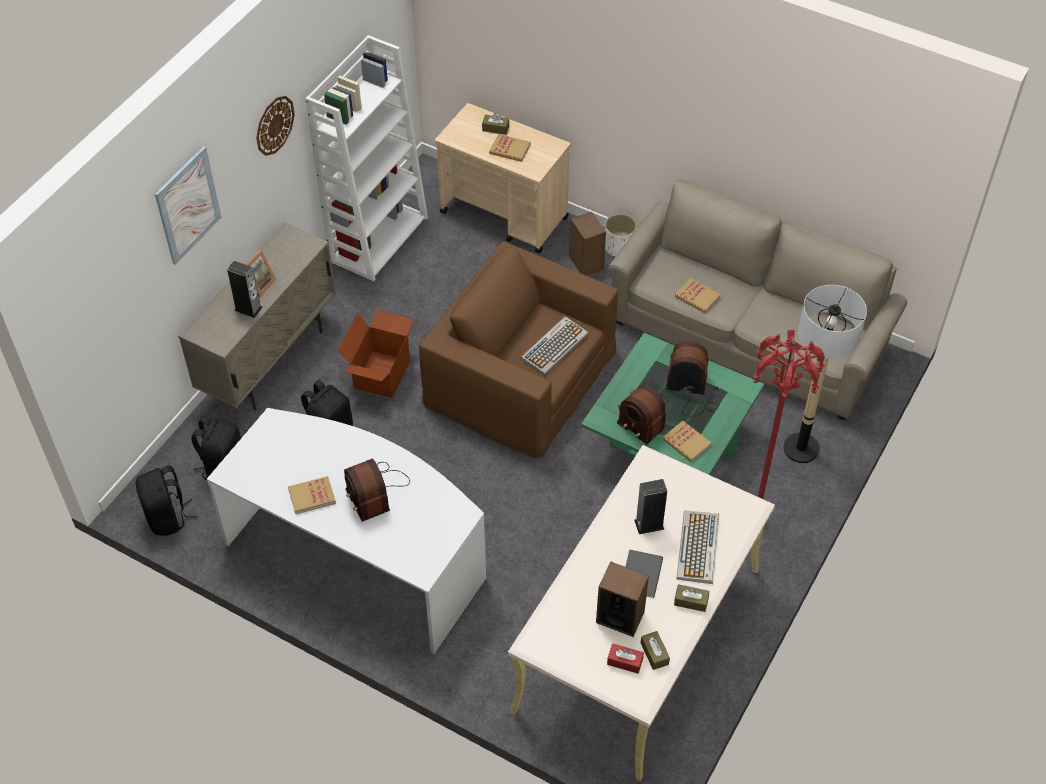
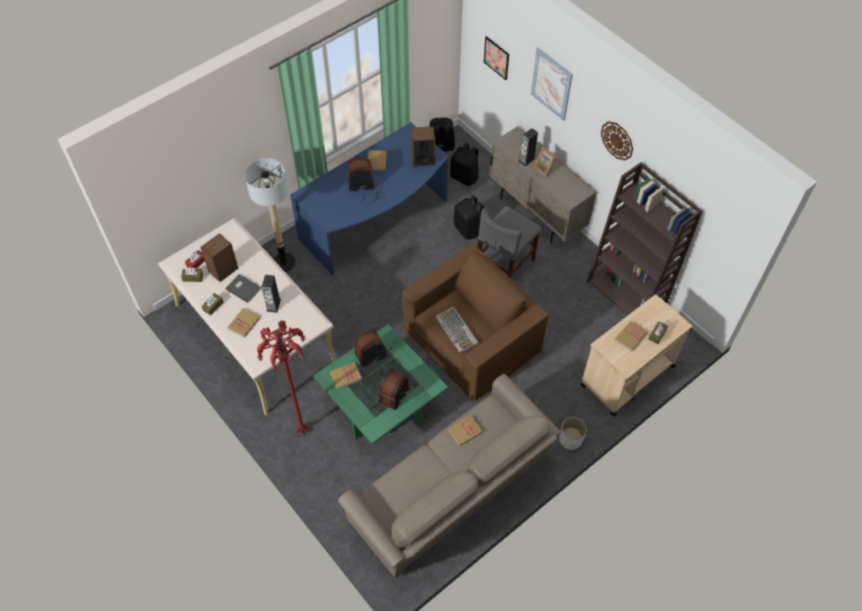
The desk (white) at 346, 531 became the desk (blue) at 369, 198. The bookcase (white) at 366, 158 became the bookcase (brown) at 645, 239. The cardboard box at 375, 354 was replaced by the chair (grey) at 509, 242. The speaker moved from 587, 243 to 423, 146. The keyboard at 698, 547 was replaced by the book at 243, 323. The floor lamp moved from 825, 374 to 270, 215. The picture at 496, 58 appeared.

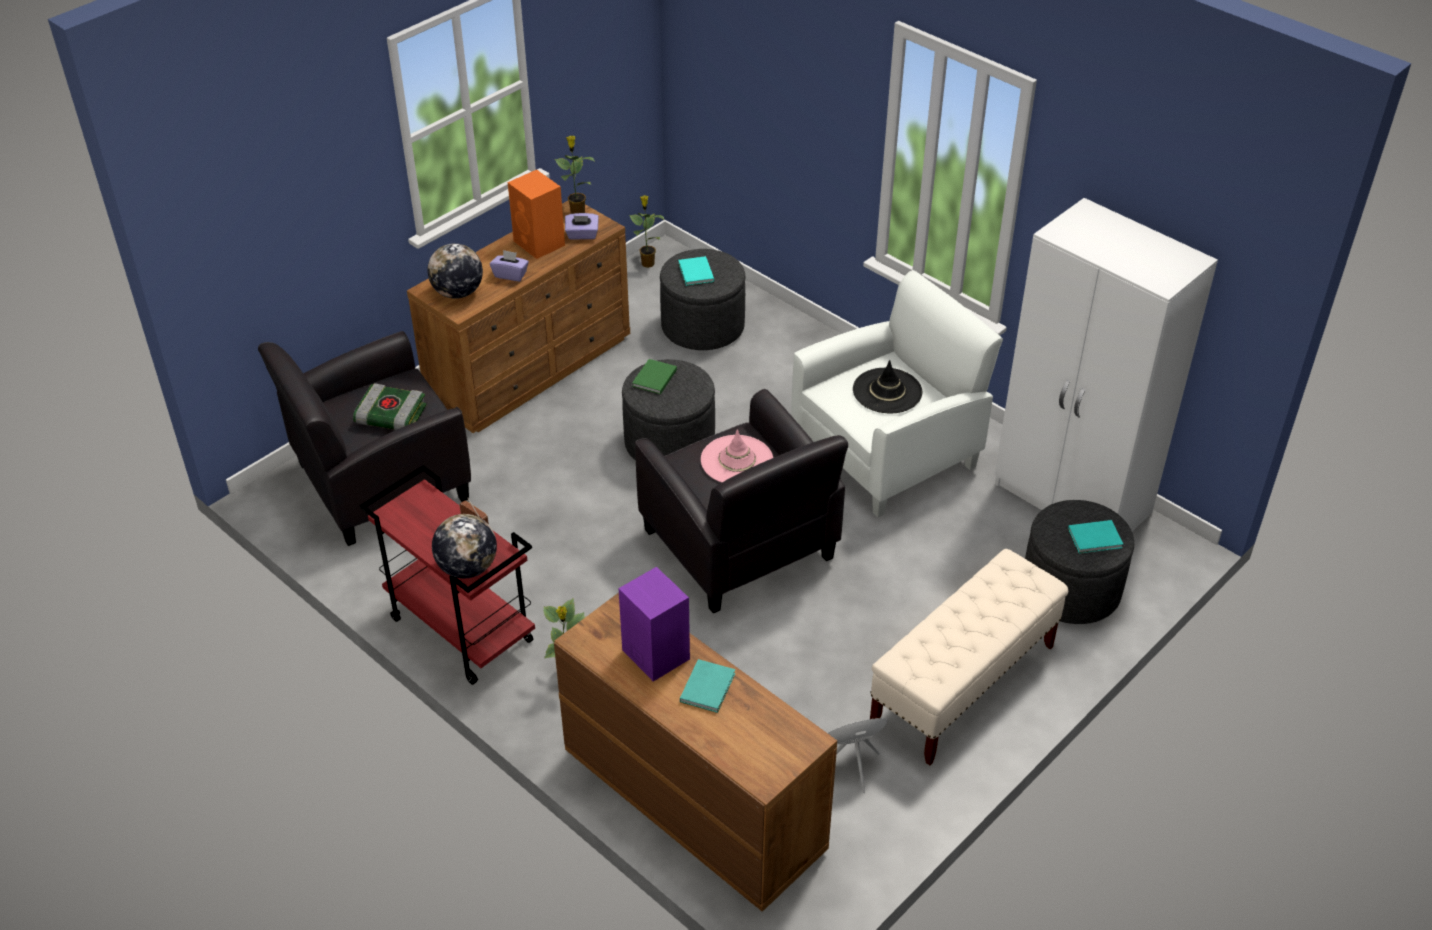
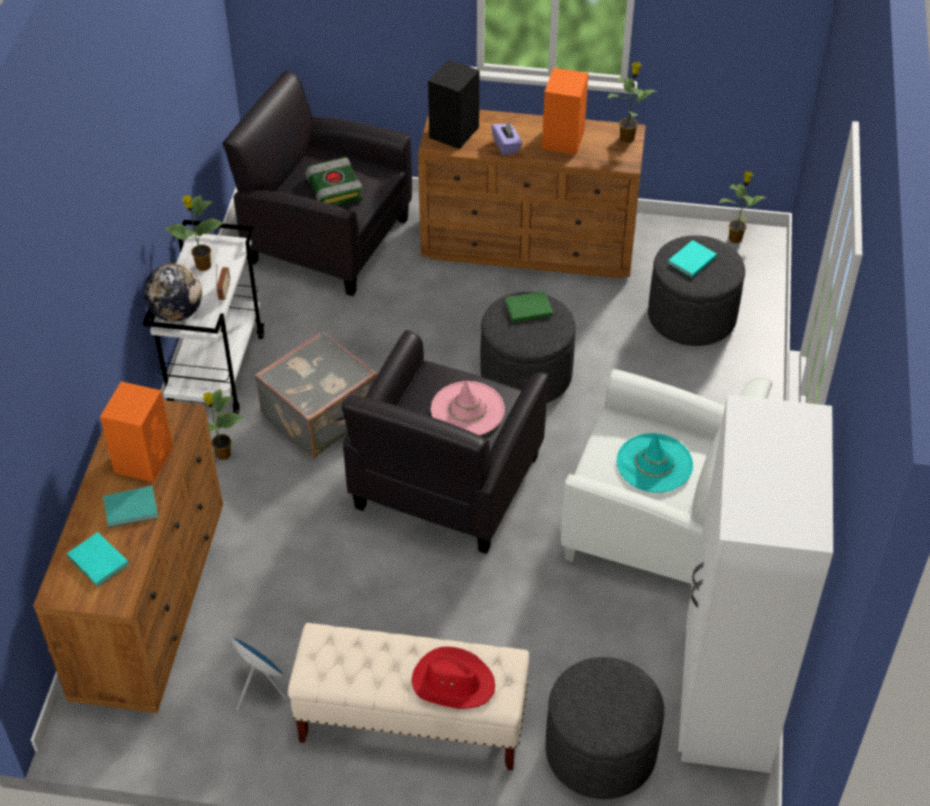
The cart (red) at 447, 575 became the cart (white) at 203, 317. The globe at 455, 271 was replaced by the speaker (black) at 453, 104. The tissue box (purple) at 582, 226 disappeared. The speaker (purple) at 654, 624 became the speaker (orange) at 136, 431. The hat (black) at 887, 386 became the hat (turquoise) at 655, 463. The book (turquoise) moved from 1095, 536 to 98, 559. The potted plant at 193, 233 appeared. The suitcase (grey) at 315, 394 appeared. The hat (red) at 453, 678 appeared.

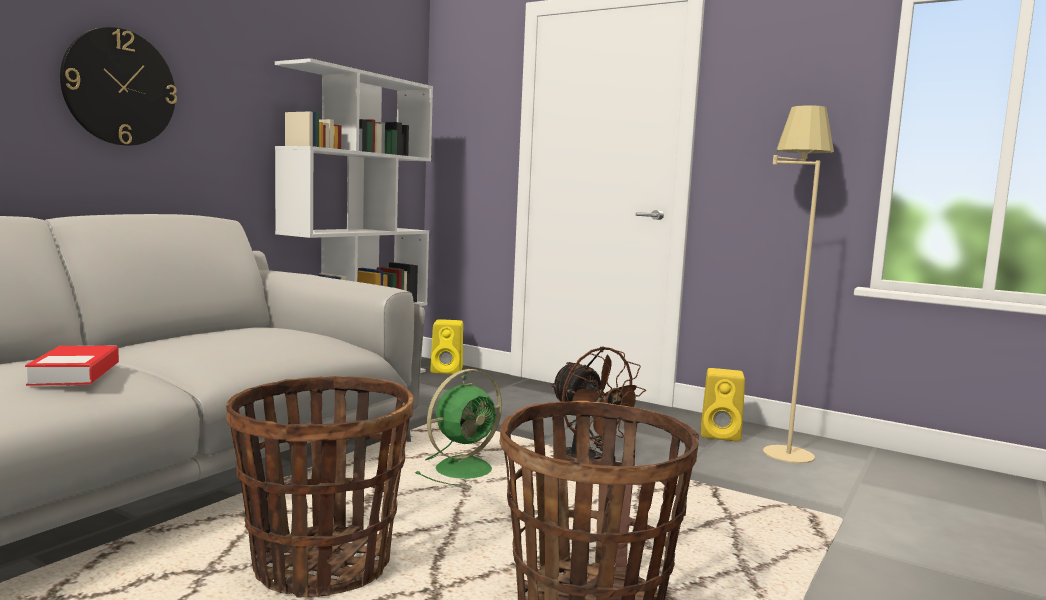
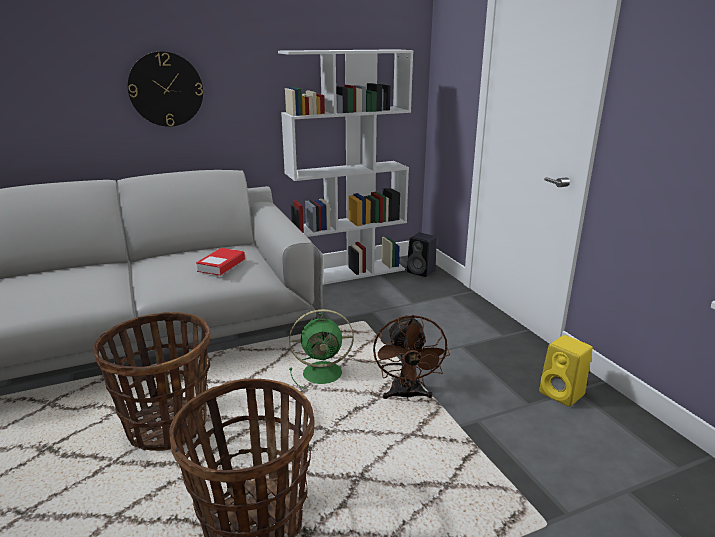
The book moved from 72, 366 to 220, 262. The speaker (yellow) at 446, 346 became the speaker (black) at 422, 255. The floor lamp (beige) at 798, 284 disappeared.

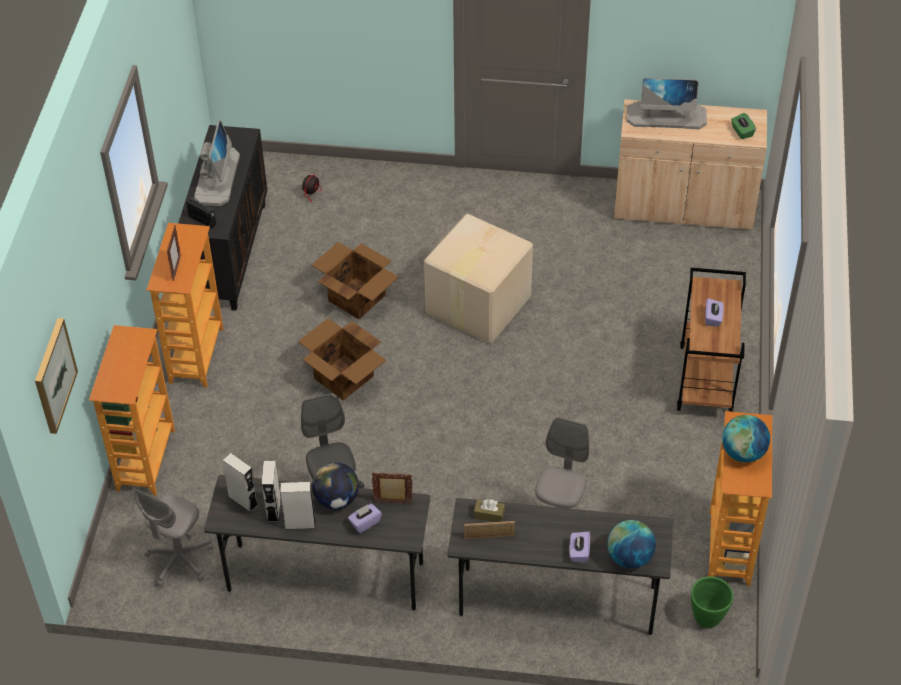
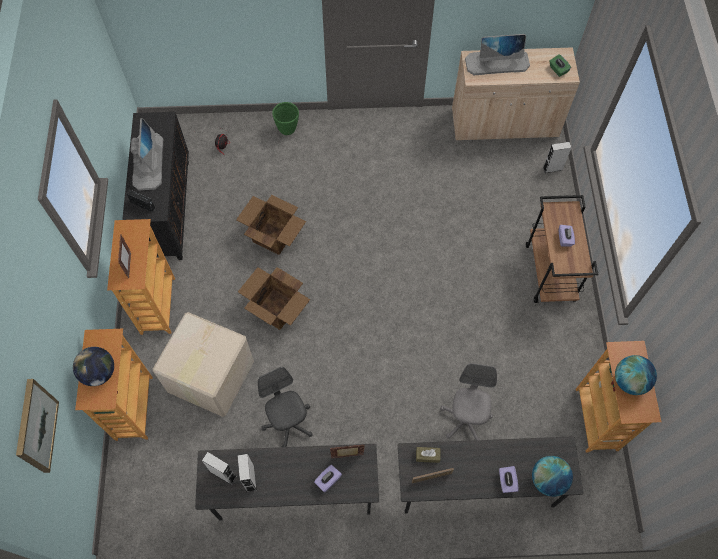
The office chair (grey) at 172, 537 disappeared. The speaker (grey) moved from 298, 506 to 557, 157. The globe moved from 335, 485 to 93, 366. The cardboard box moved from 478, 278 to 203, 364. The planter (green) moved from 712, 602 to 285, 118.

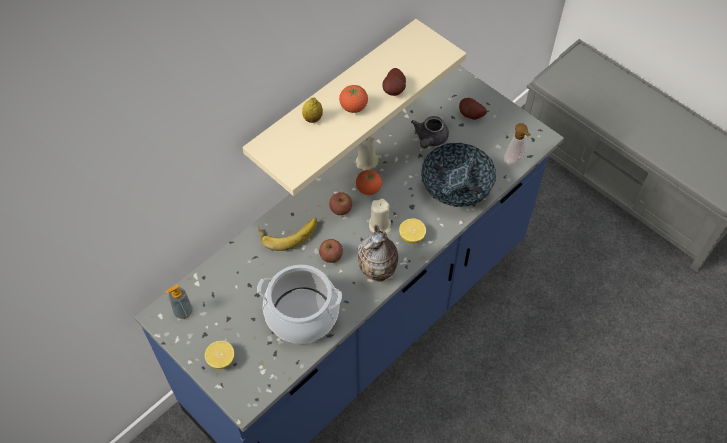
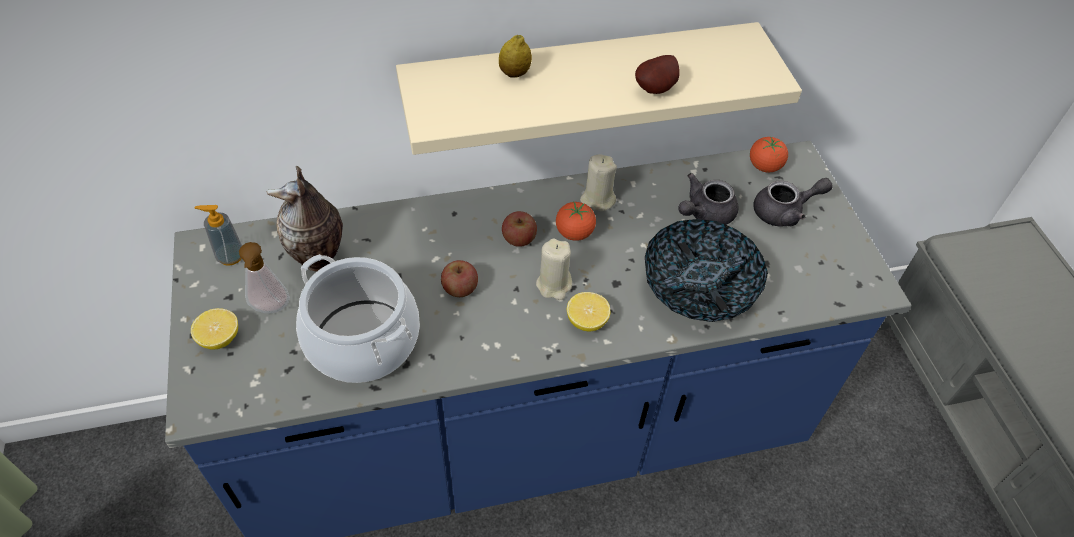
The banana at 287, 234 disappeared. The tomato moved from 353, 99 to 769, 155. The vase moved from 377, 253 to 305, 218. The potato at 473, 109 was replaced by the teapot (grey) at 793, 202. The soap dispenser moved from 517, 144 to 264, 277.

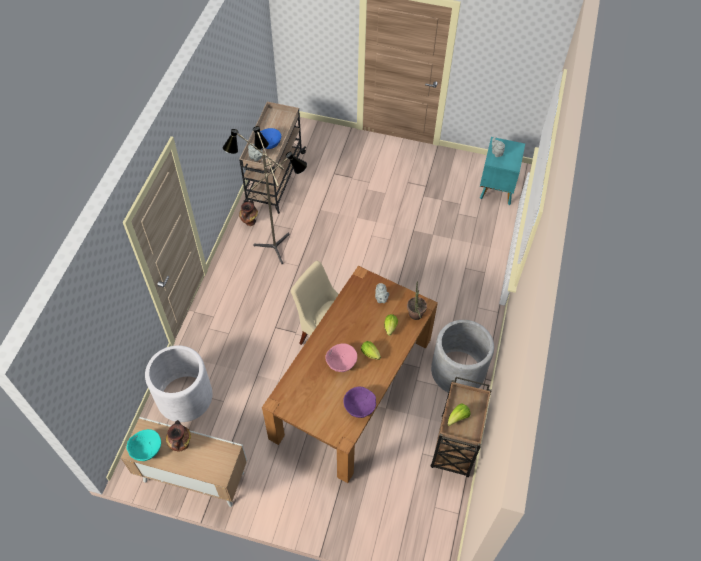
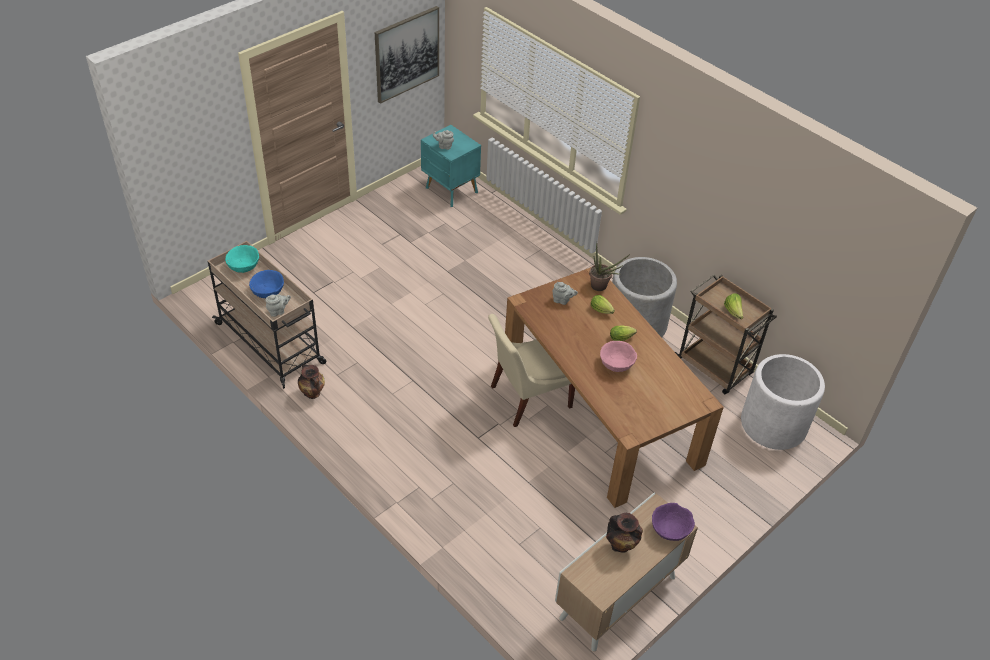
The bowl (turquoise) moved from 144, 445 to 242, 259. The planter (white) moved from 179, 383 to 783, 402. The floor lamp at 265, 195 disappeared. The bowl (purple) moved from 359, 402 to 673, 522. The picture at 407, 55 appeared.

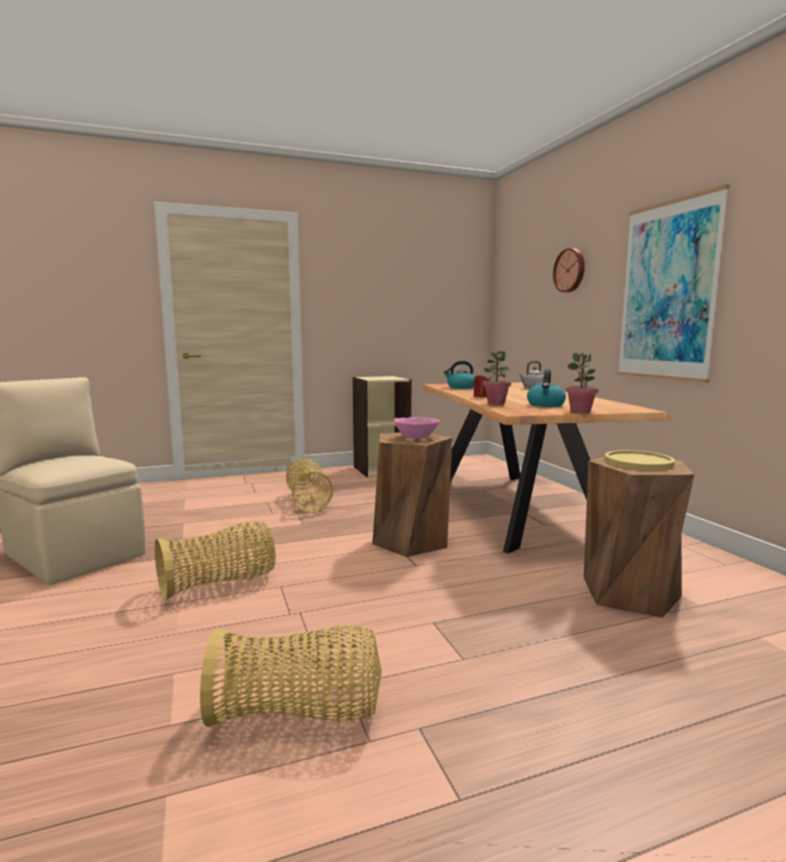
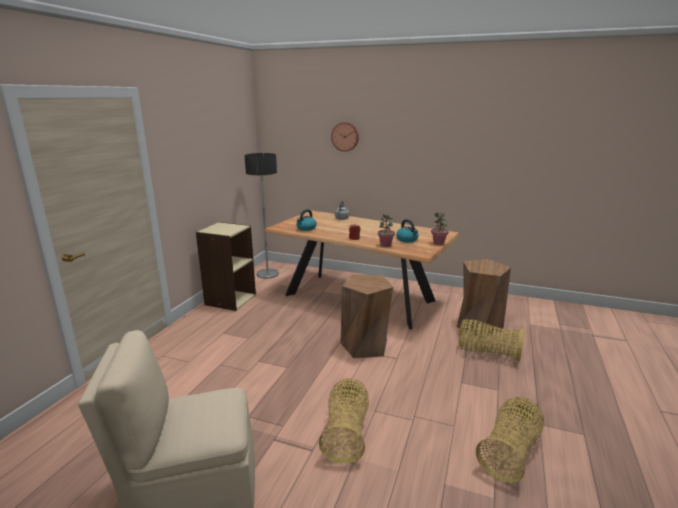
The basket moved from 309, 485 to 491, 340. The bowl (pink) at 416, 428 disappeared. The plate (yellow) at 640, 460 disappeared. The picture at 673, 283 disappeared. The floor lamp at 262, 216 appeared.

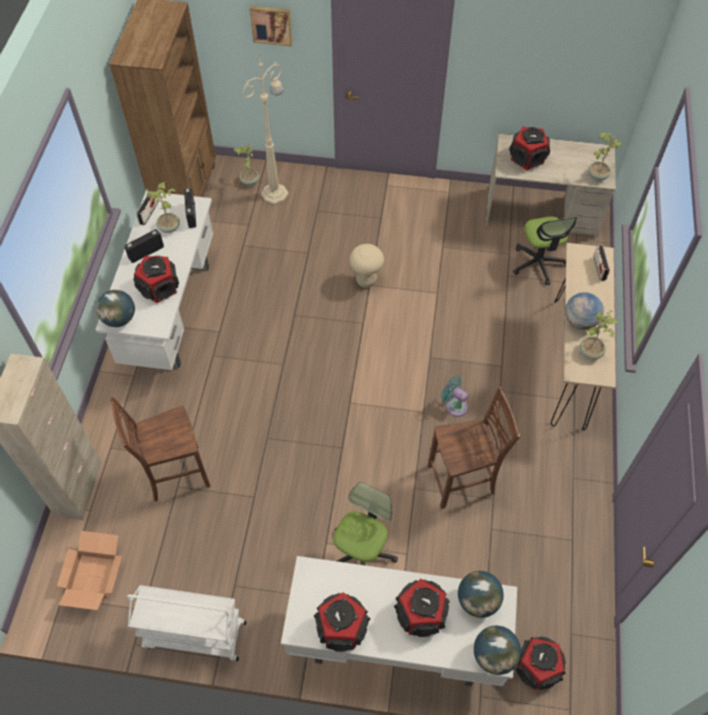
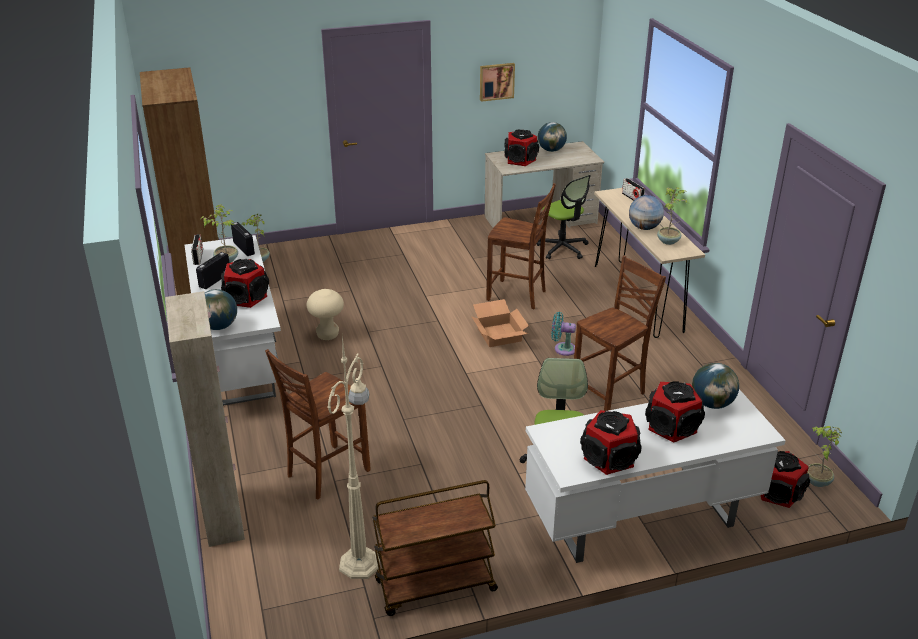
The cardboard box moved from 89, 570 to 500, 323. The cart (white) at 186, 623 became the cart (brown) at 435, 548. The floor lamp (beige) moved from 266, 128 to 353, 457. The picture moved from 271, 26 to 497, 82. The stool (beige) moved from 366, 266 to 325, 314. The globe moved from 497, 650 to 552, 137. The potted plant moved from 604, 157 to 824, 456. The chair (brown) at 521, 246 appeared.

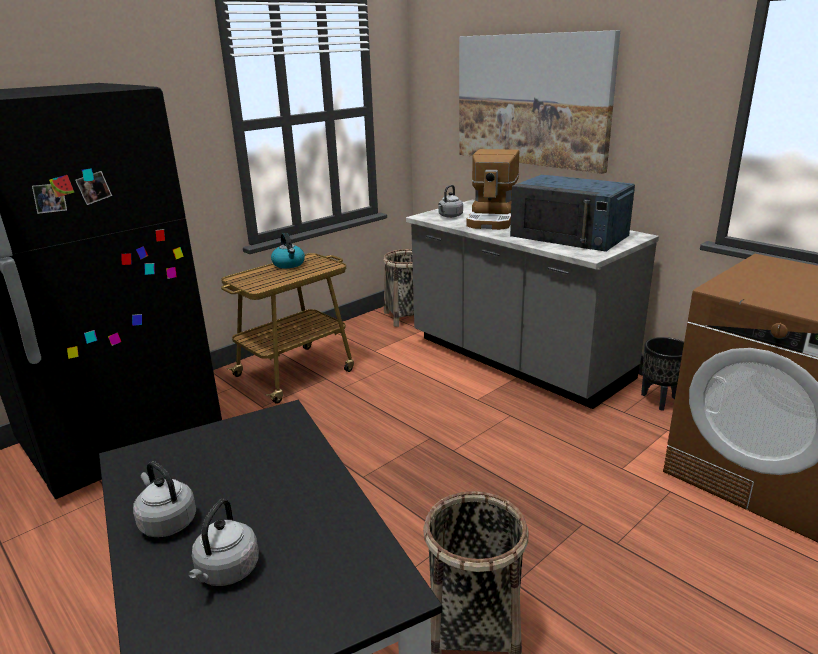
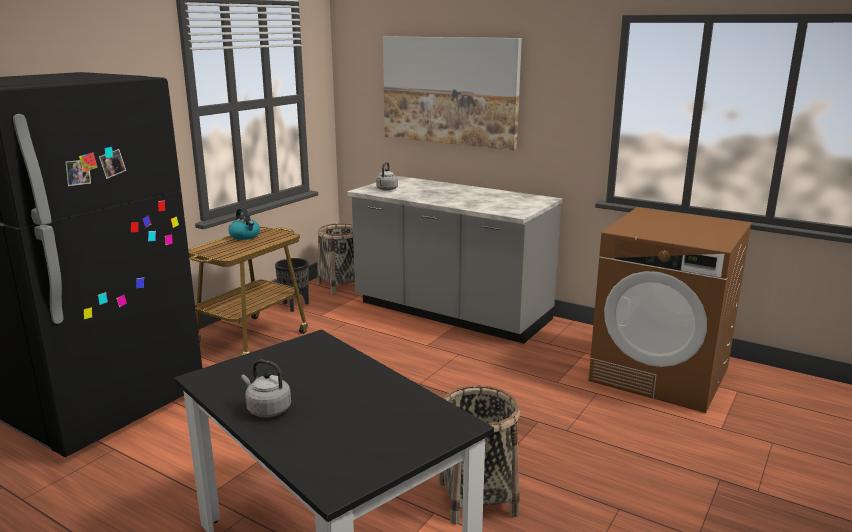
The kettle (grey) at 223, 542 disappeared. The coffee machine at 493, 189 disappeared. The microwave (blue) at 572, 213 disappeared. The planter (black) moved from 662, 374 to 292, 285.

